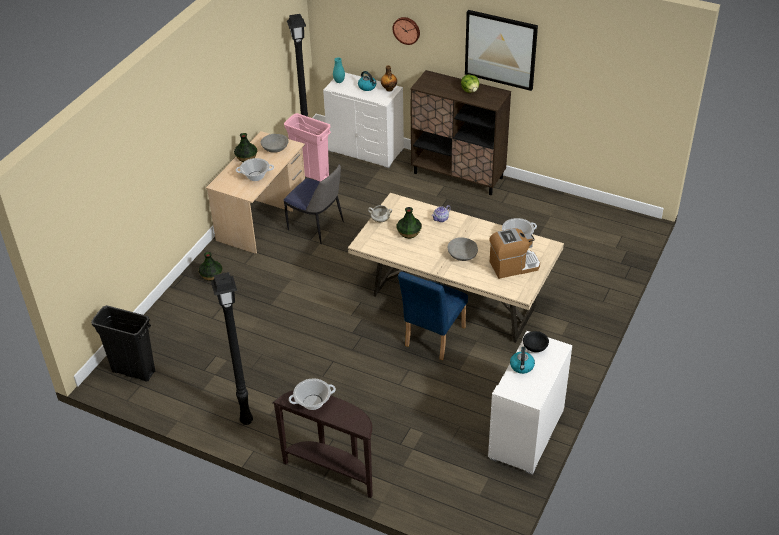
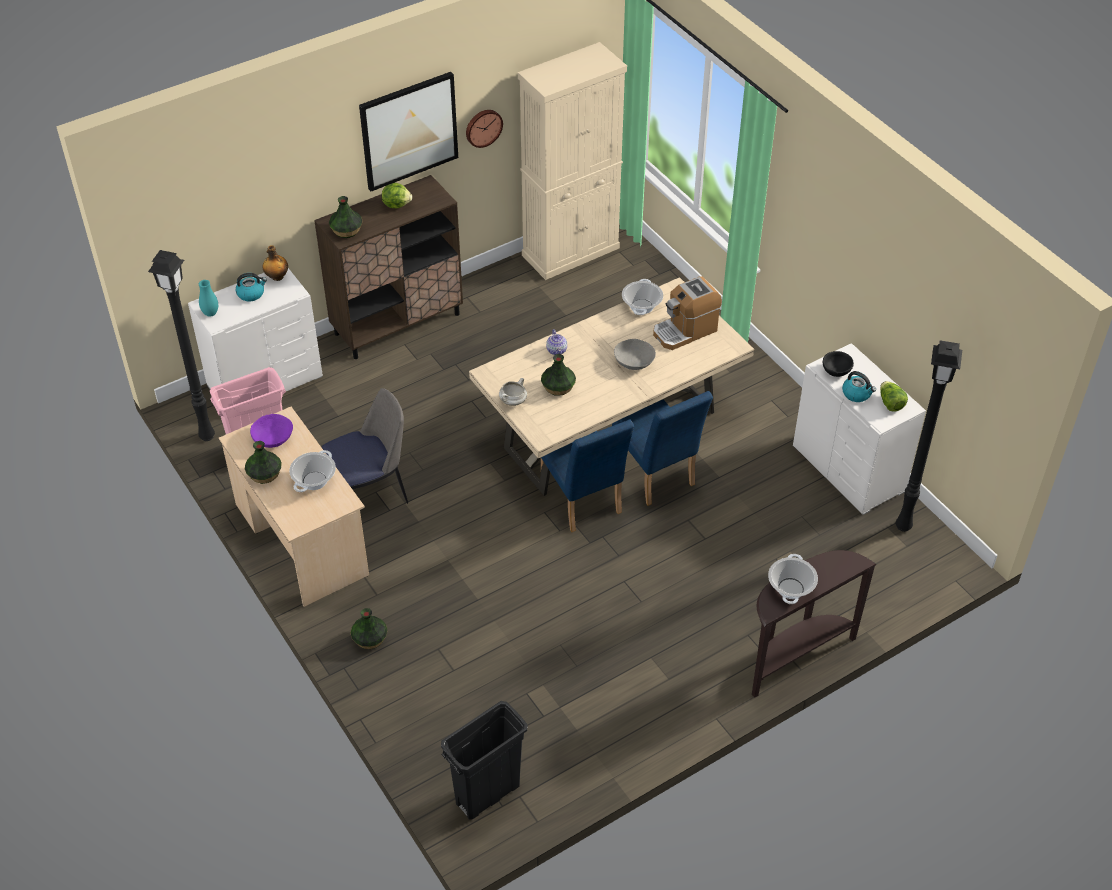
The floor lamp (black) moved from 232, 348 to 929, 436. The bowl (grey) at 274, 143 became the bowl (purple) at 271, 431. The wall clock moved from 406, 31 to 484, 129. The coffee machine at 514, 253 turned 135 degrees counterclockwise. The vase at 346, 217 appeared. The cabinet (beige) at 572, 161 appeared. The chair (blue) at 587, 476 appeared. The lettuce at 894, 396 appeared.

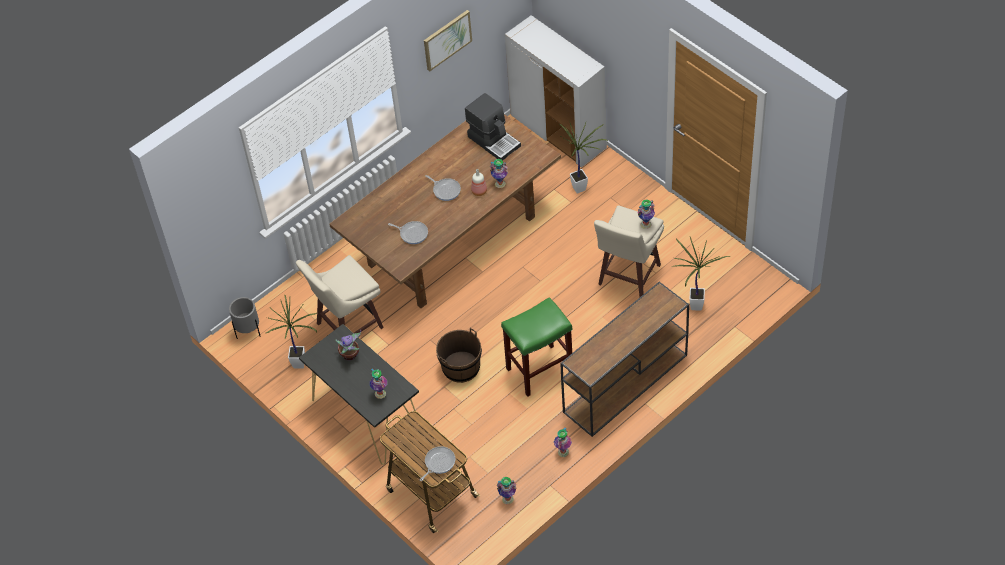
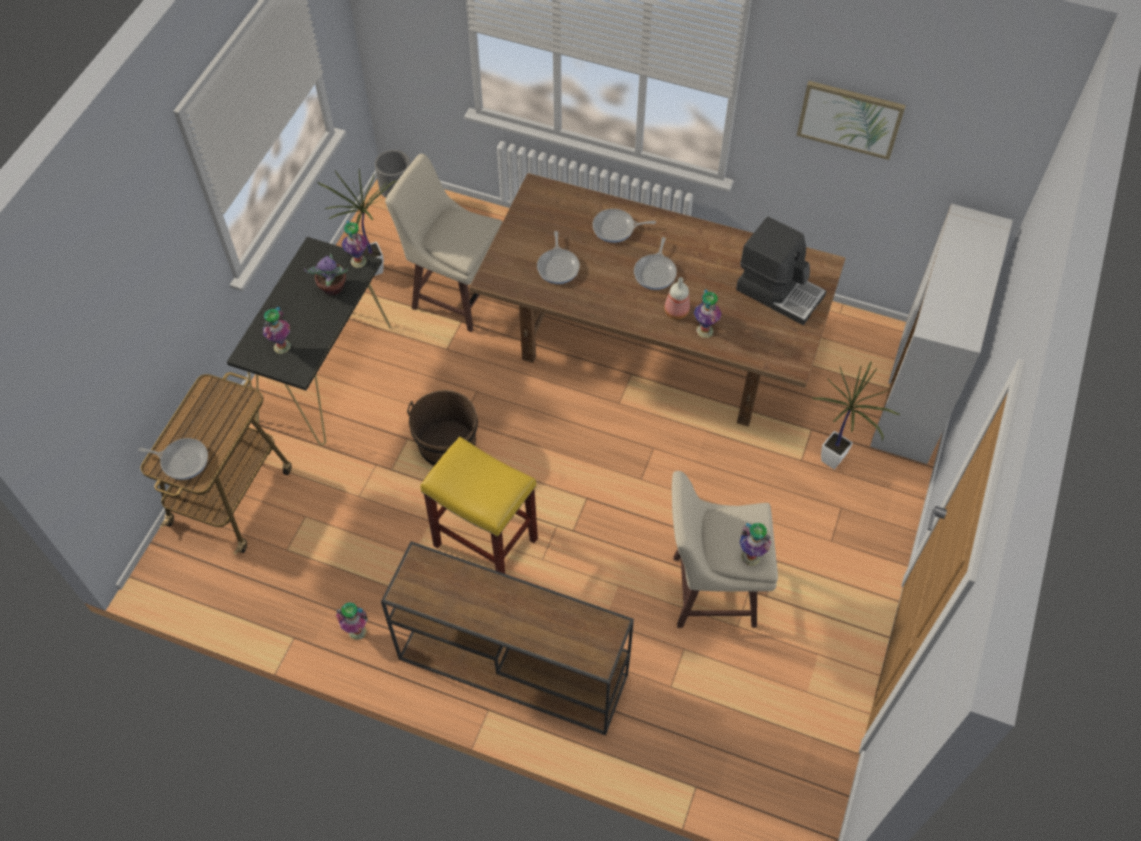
The coffee machine at 493, 127 turned 75 degrees counterclockwise. The vase moved from 506, 490 to 355, 244. The stool (green) at 536, 347 became the stool (yellow) at 479, 505. The potted plant at 701, 274 disappeared. The frying pan at 624, 226 appeared.

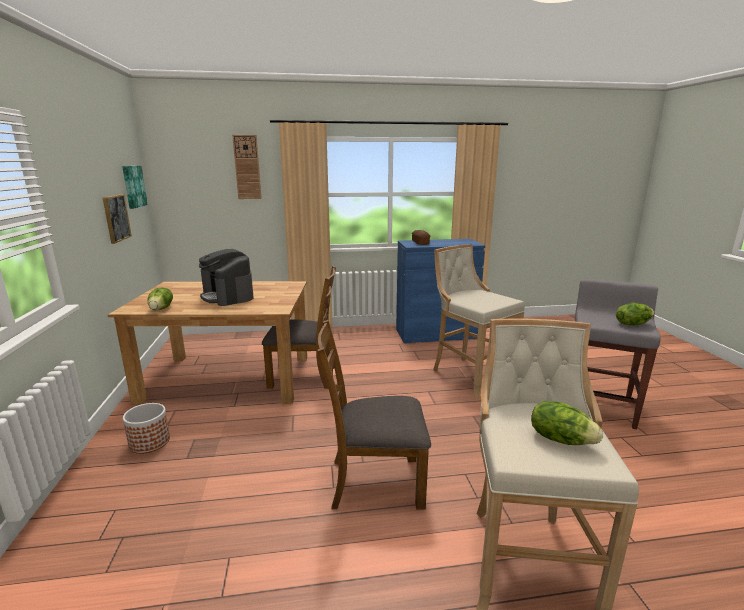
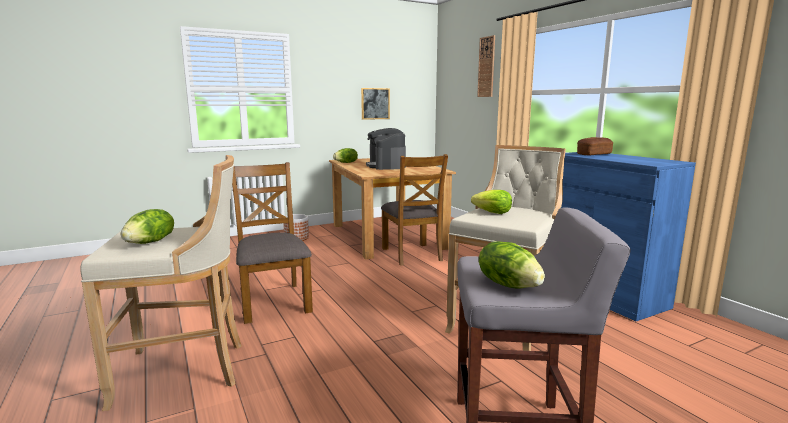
The picture at 135, 187 disappeared. The coffee machine at 226, 277 turned 45 degrees counterclockwise. The lettuce at 491, 202 appeared.

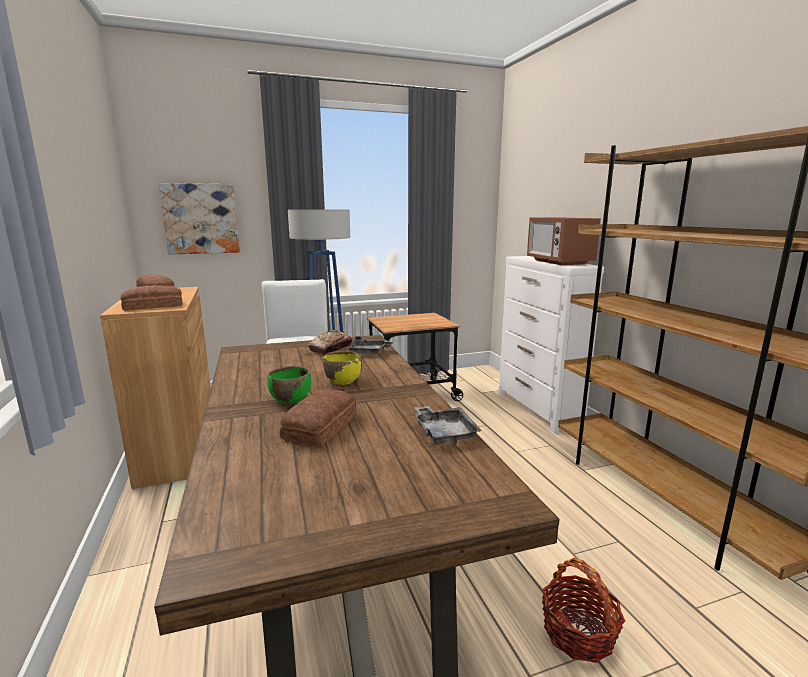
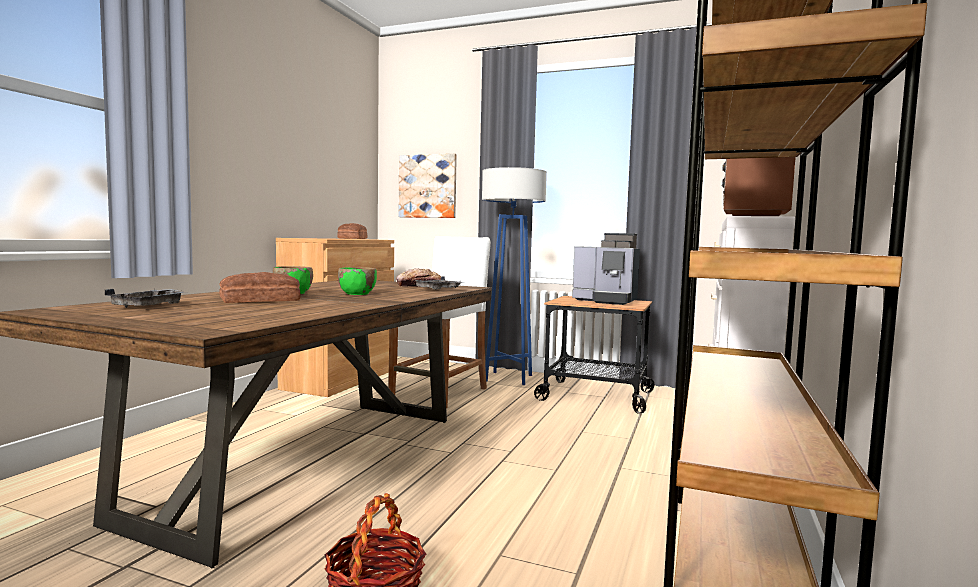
The bread at 151, 298 disappeared. The bowl (yellow) at 342, 368 became the bowl (green) at 357, 281. The tray (grey) moved from 448, 425 to 144, 298. The coffee machine at 606, 269 appeared.

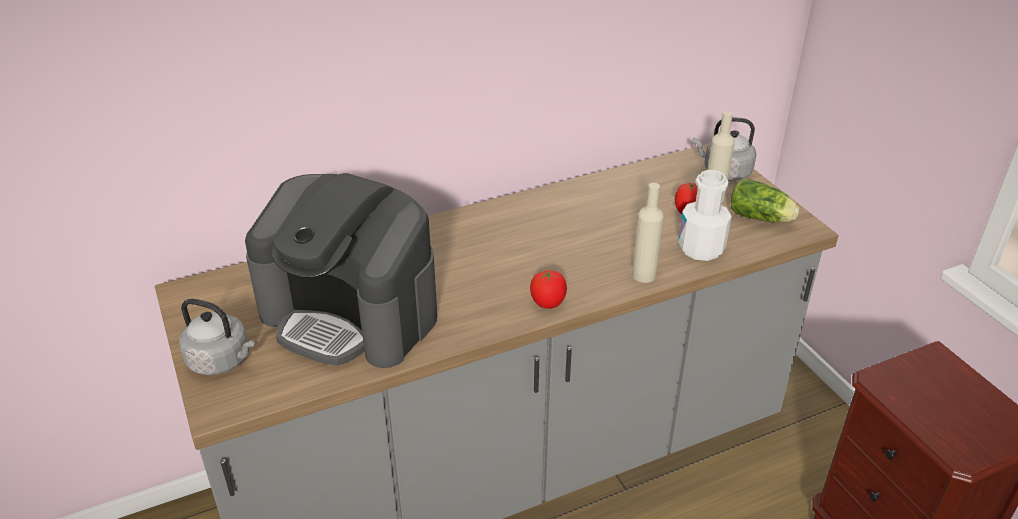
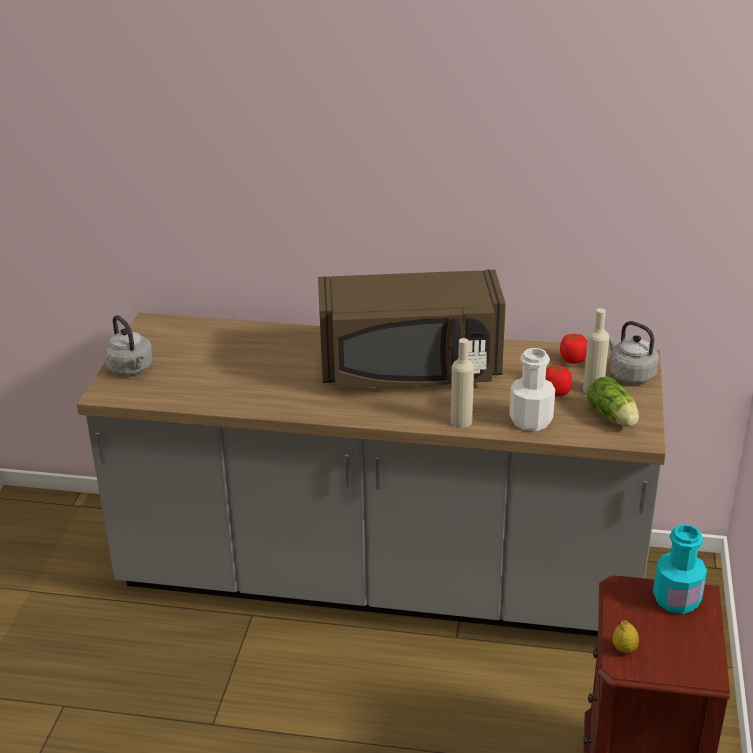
The coffee machine at 341, 270 disappeared. The tomato moved from 548, 289 to 573, 348. The microwave (brown) at 412, 329 appeared. The lemon at 626, 636 appeared. The bottle (turquoise) at 680, 569 appeared.

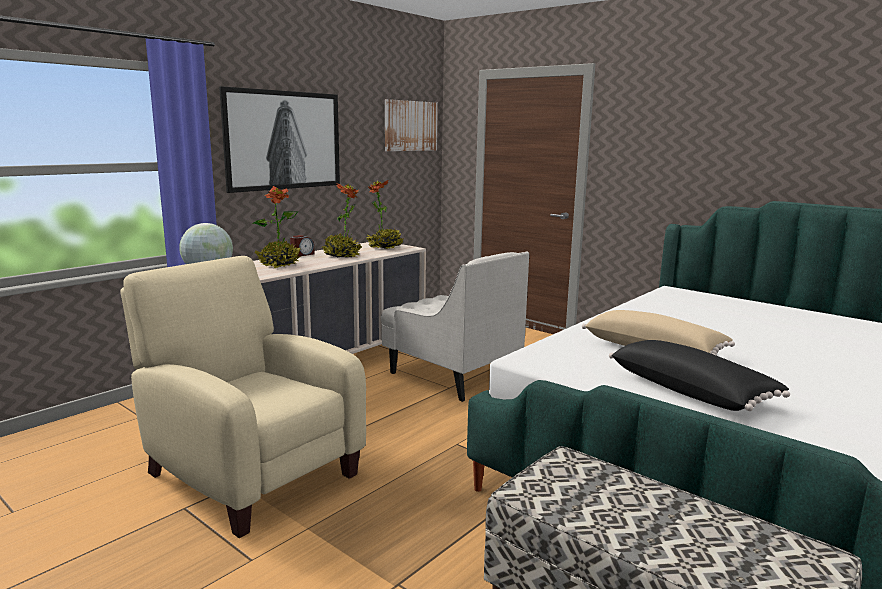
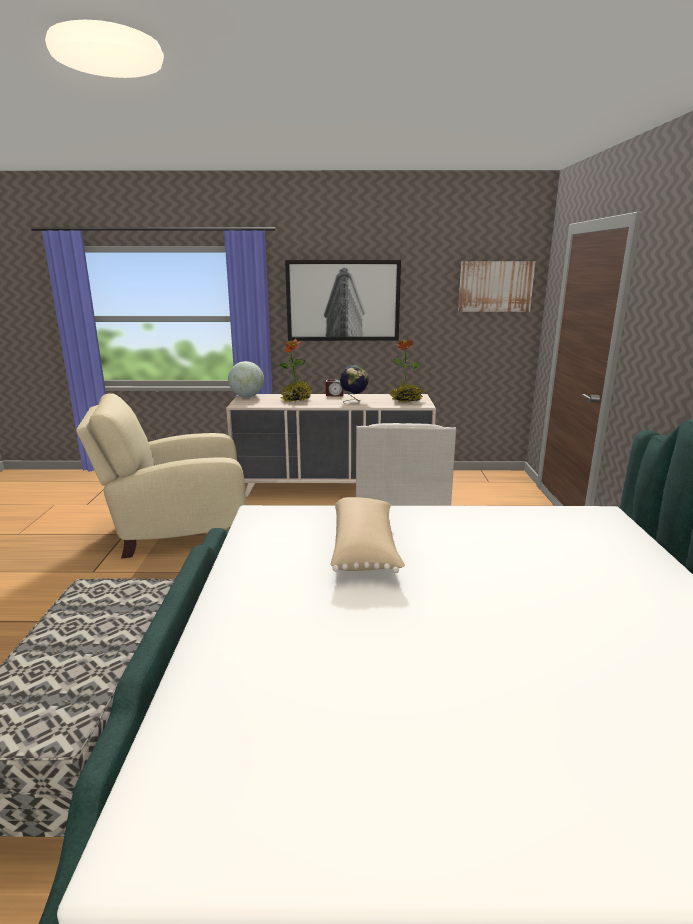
The armchair (beige) at 243, 397 turned 105 degrees counterclockwise. The potted plant at 342, 220 was replaced by the globe at 354, 384. The pillow (black) at 699, 375 disappeared.

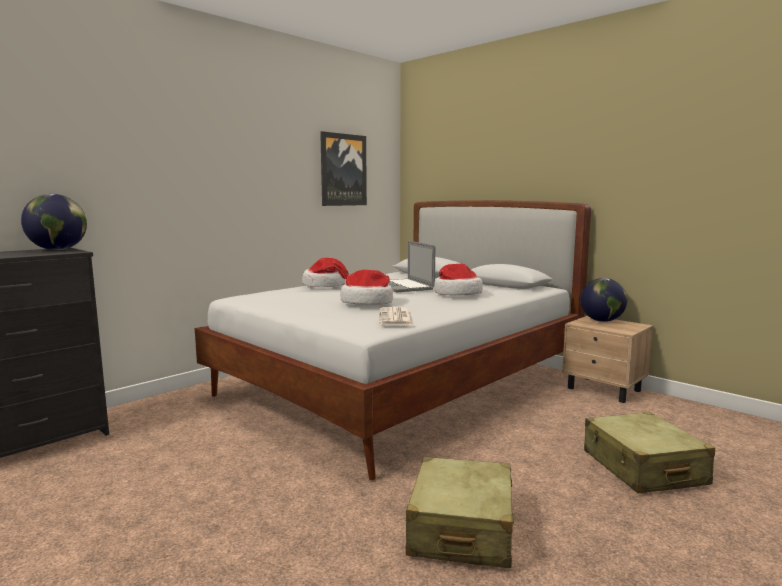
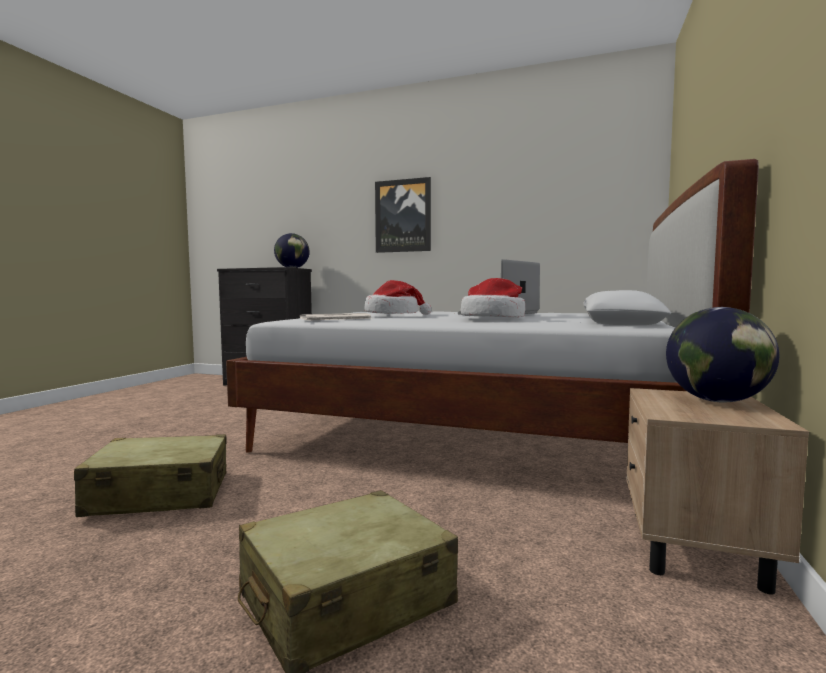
The hat at 325, 272 disappeared. The picture moved from 343, 168 to 403, 215.

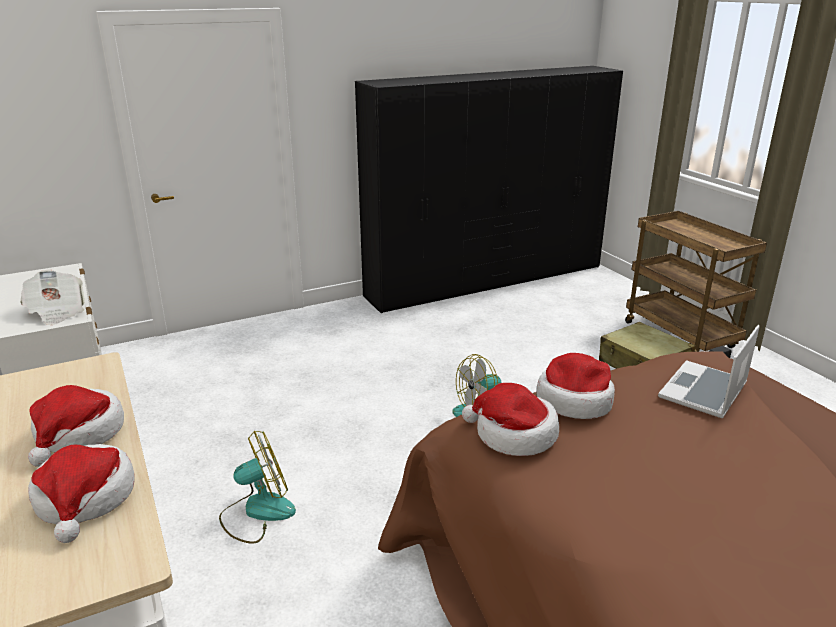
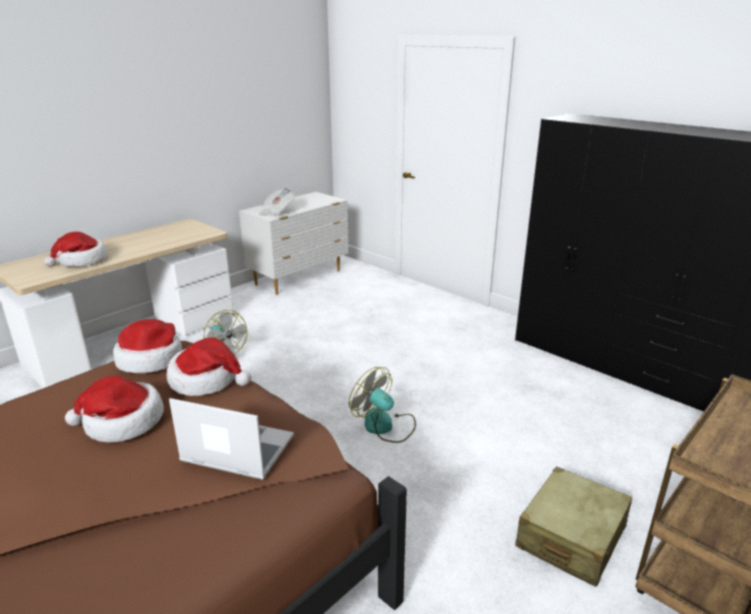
The hat moved from 76, 426 to 114, 409.

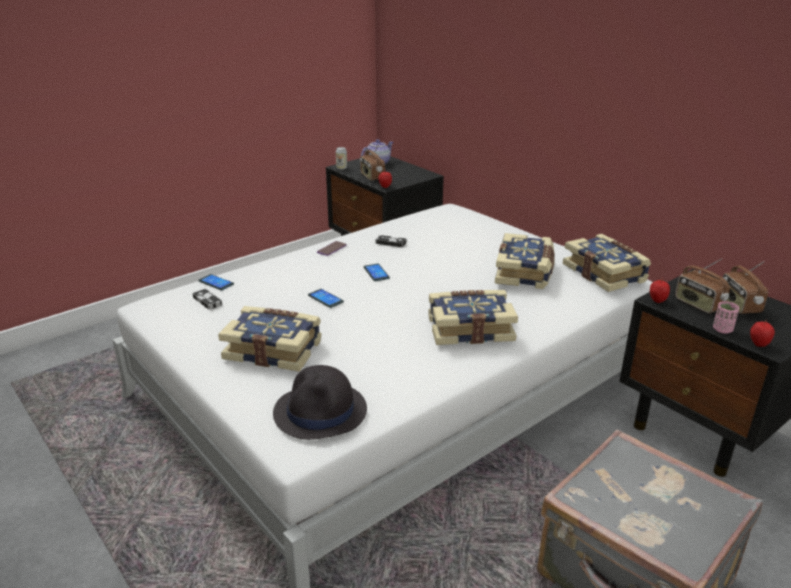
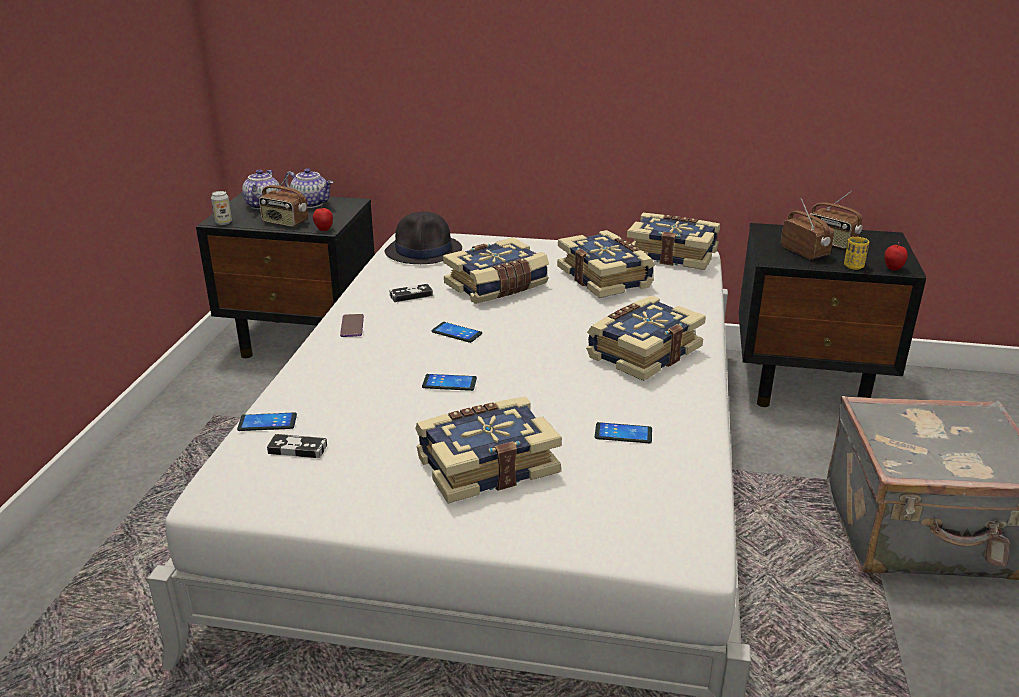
The hat (black) moved from 320, 402 to 423, 238. The apple at 660, 290 disappeared. The radio at 702, 285 turned 135 degrees counterclockwise. The cup (pink) at 726, 317 became the cup (yellow) at 856, 253. The teapot at 308, 188 appeared. The book at 496, 270 appeared. The phone at 623, 432 appeared.

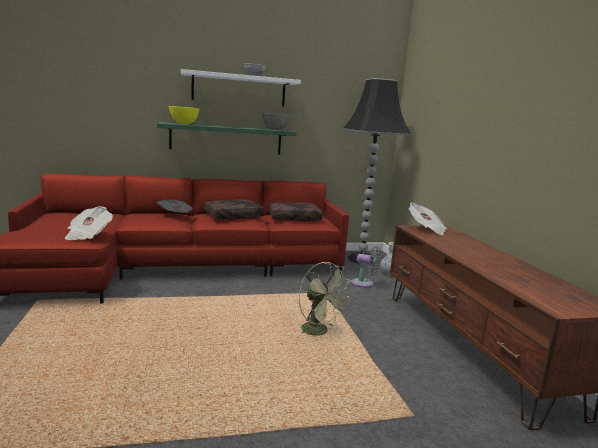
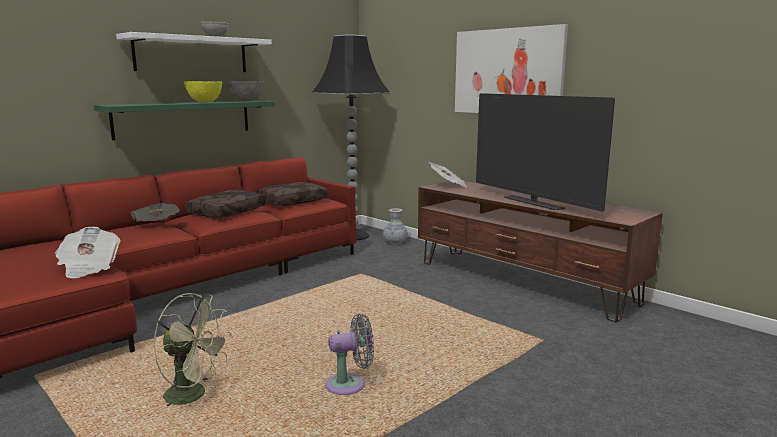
The bowl (yellow) moved from 184, 115 to 203, 91. The fan (green) moved from 325, 299 to 192, 349. The fan (grey) moved from 366, 267 to 349, 354. The picture at 511, 68 appeared. The television at 545, 152 appeared.

